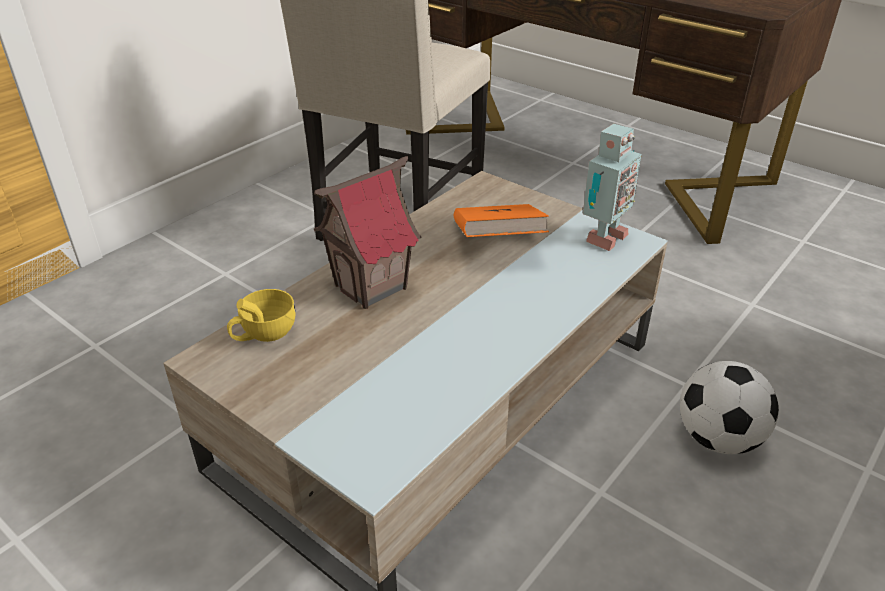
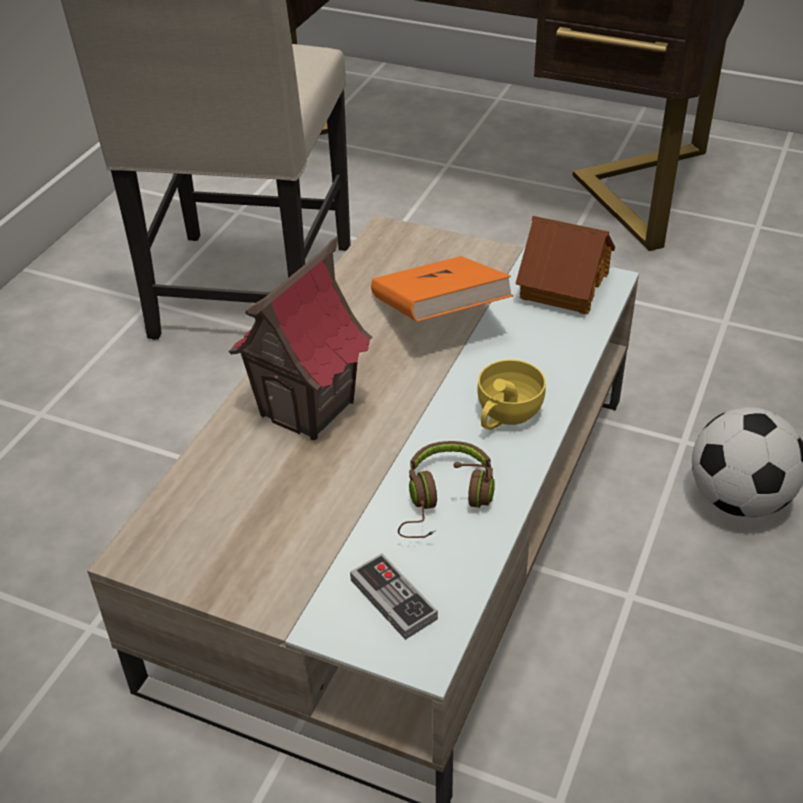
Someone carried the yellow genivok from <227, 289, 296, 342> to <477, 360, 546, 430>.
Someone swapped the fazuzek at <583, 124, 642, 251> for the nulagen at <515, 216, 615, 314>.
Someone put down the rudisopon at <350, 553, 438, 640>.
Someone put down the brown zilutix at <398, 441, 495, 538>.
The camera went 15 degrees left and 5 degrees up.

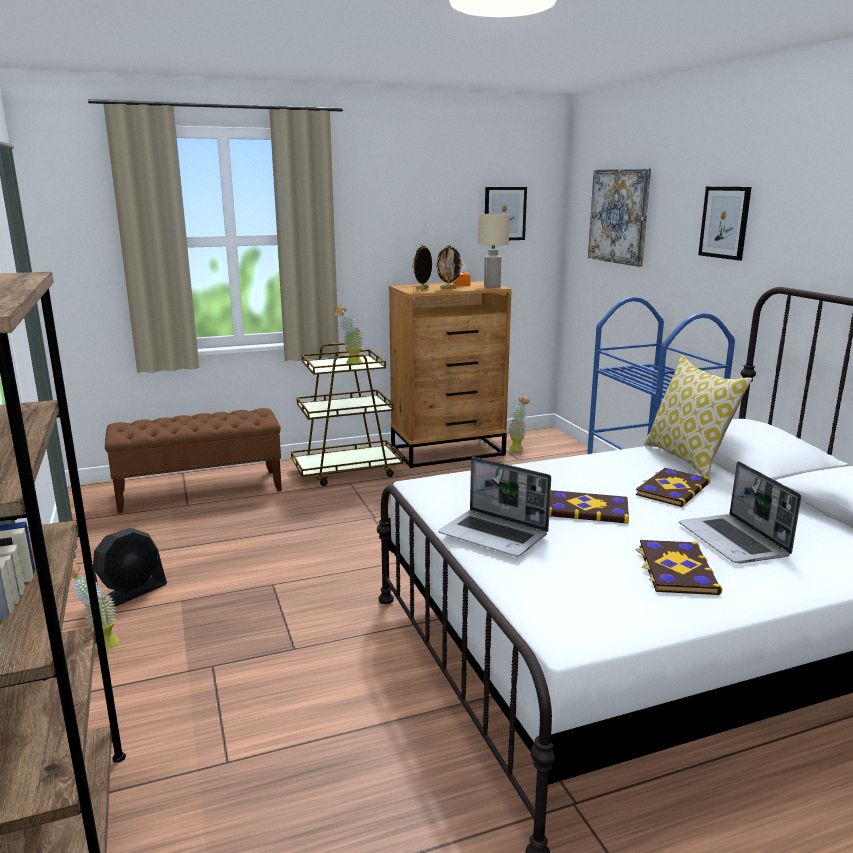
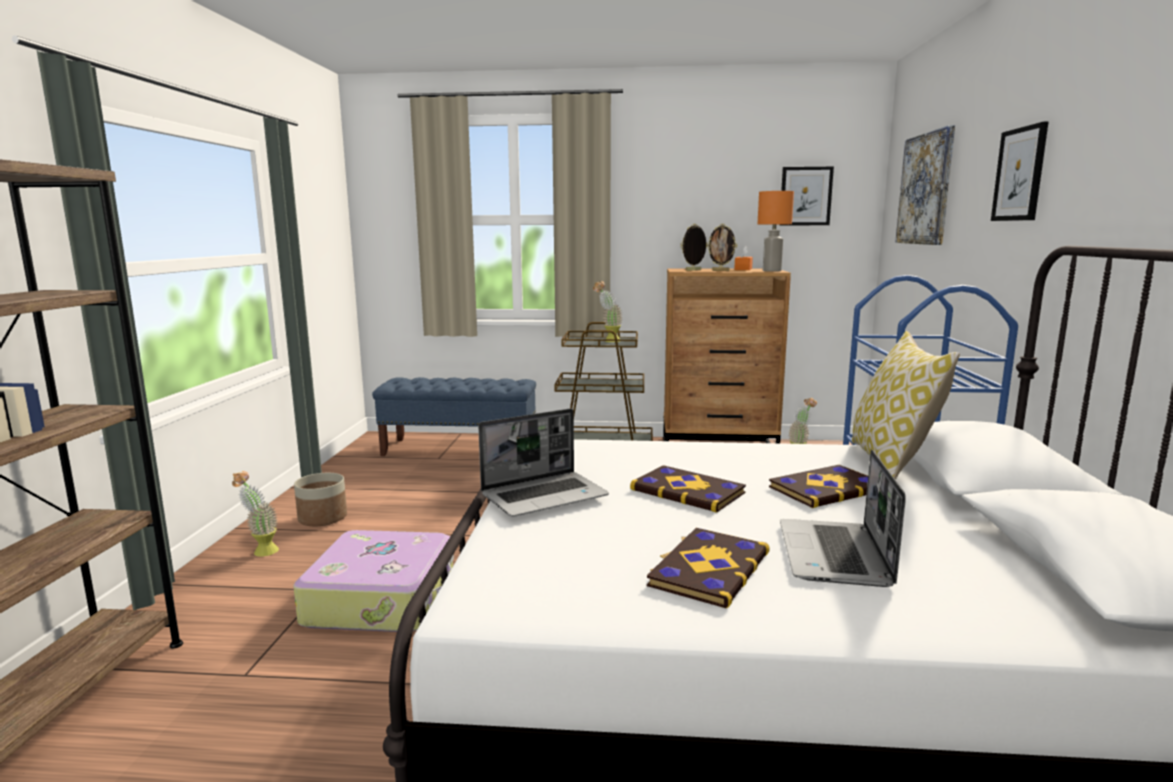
Someone swapped the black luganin at <93, 528, 167, 607> for the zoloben at <294, 473, 347, 526>.
Someone repainted the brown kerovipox at <105, 408, 282, 513>, which became the blue kerovipox at <372, 377, 536, 456>.
Someone rotated the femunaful at <438, 457, 551, 557> by 90 degrees counterclockwise.
Someone repainted the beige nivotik at <478, 214, 510, 288>, which became the orange nivotik at <757, 191, 794, 272>.
Someone put down the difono at <293, 530, 454, 632>.
The camera went 25 degrees right and 5 degrees down.

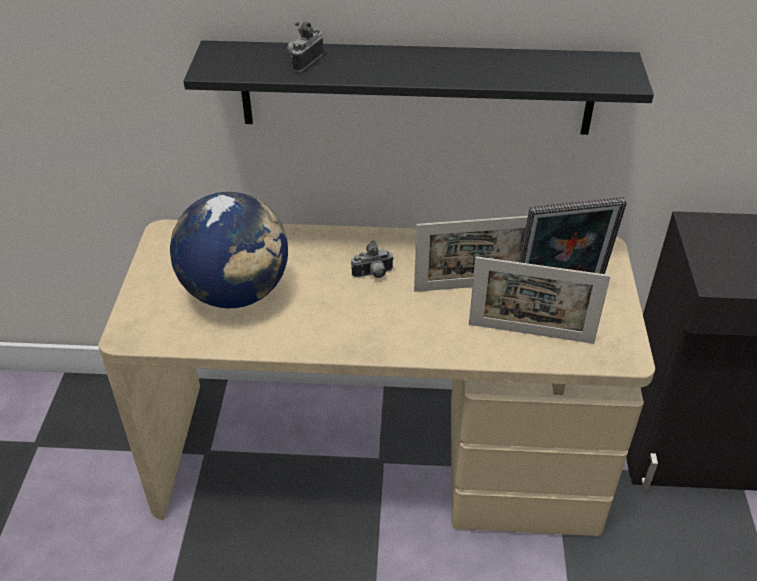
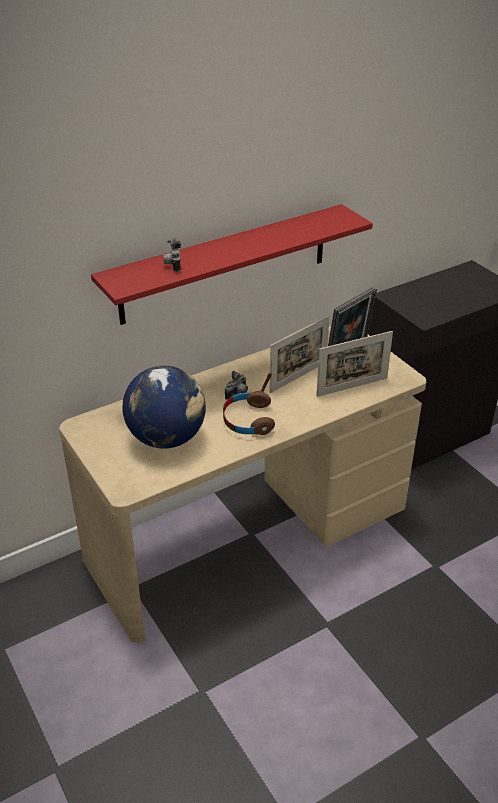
Someone repainted the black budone at <184, 40, 654, 135>, which became the red budone at <91, 204, 373, 325>.
Someone put down the brown zilutix at <223, 373, 275, 435>.
The camera went 35 degrees left and 5 degrees down.

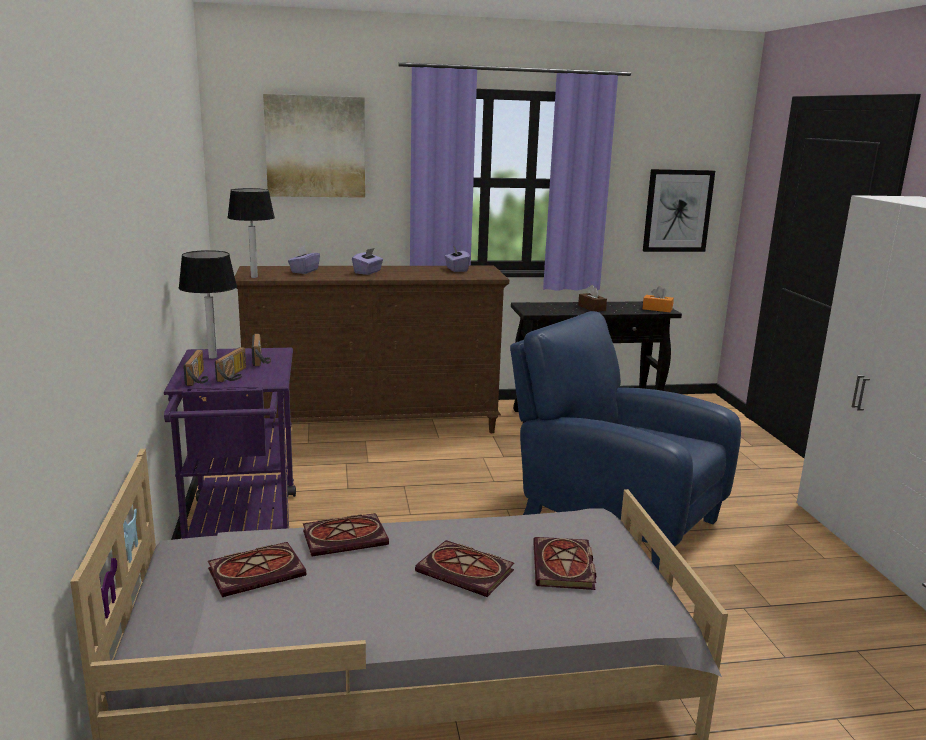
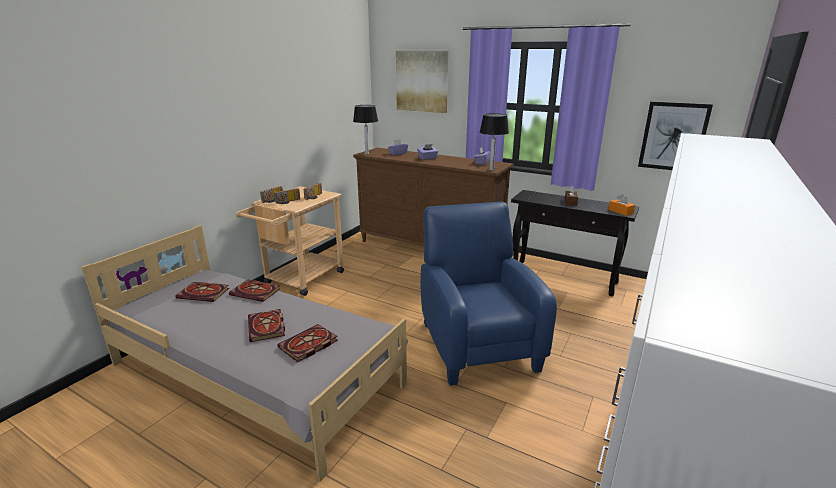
Someone repainted the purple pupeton at <164, 348, 296, 539>, which became the beige pupeton at <235, 186, 344, 296>.
Someone carried the nivotik from <178, 250, 237, 359> to <480, 113, 509, 171>.
The camera went 40 degrees right and 5 degrees up.

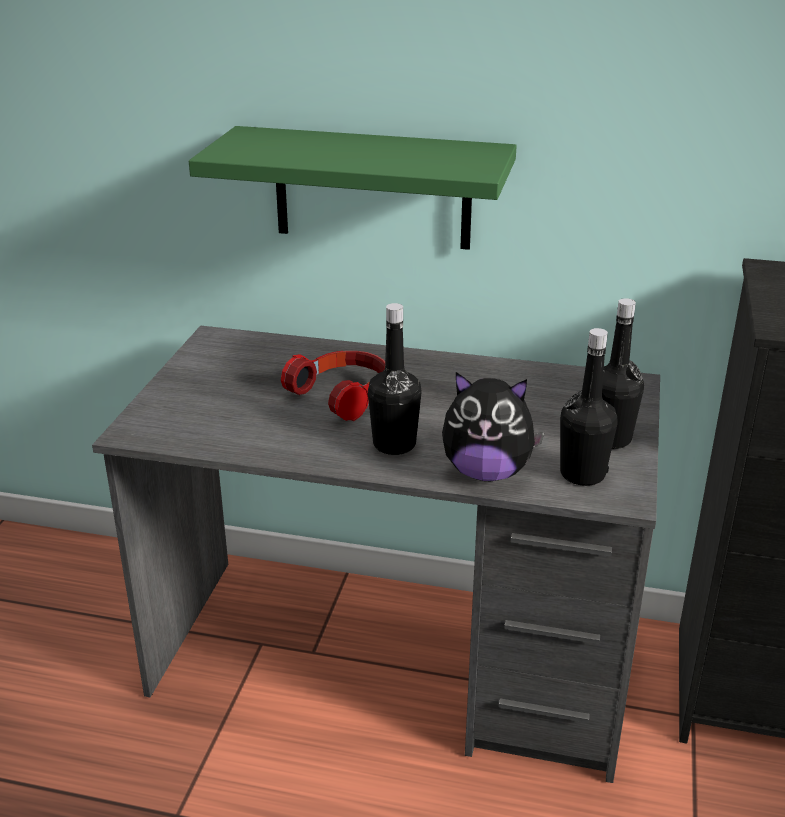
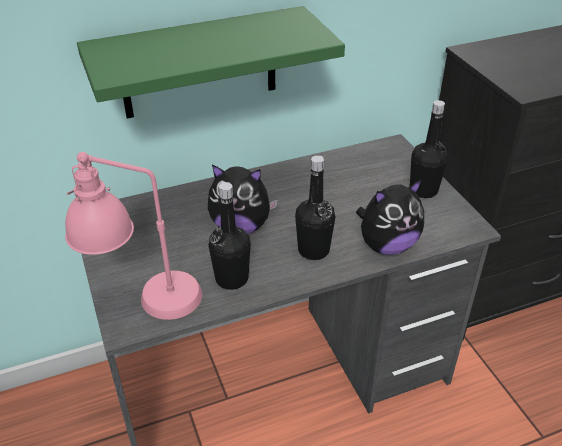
Someone swapped the zilutix at <281, 351, 385, 422> for the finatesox at <208, 164, 278, 234>.
Someone carried the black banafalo from <560, 328, 618, 486> to <208, 182, 251, 290>.
Someone put down the pink nivotik at <65, 152, 202, 320>.
The camera went 35 degrees left and 10 degrees up.

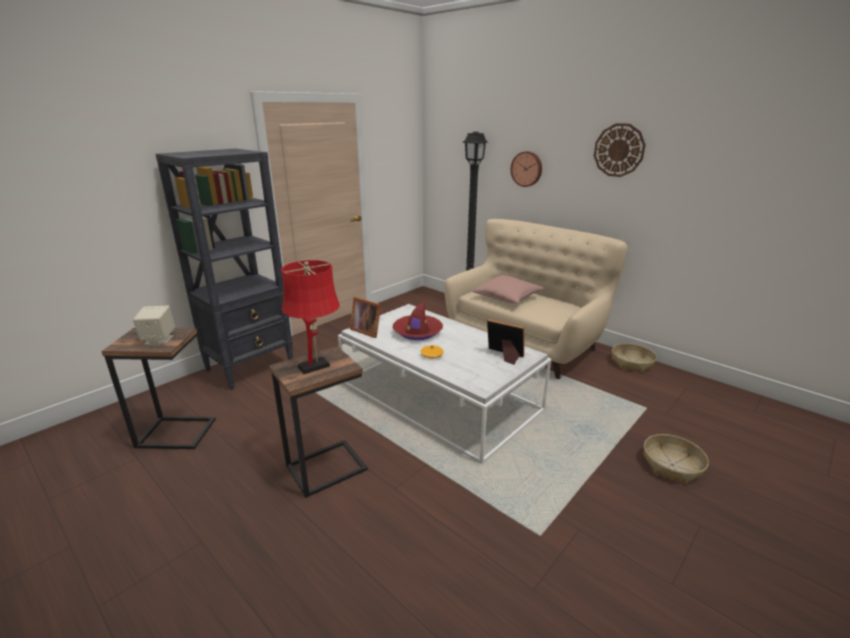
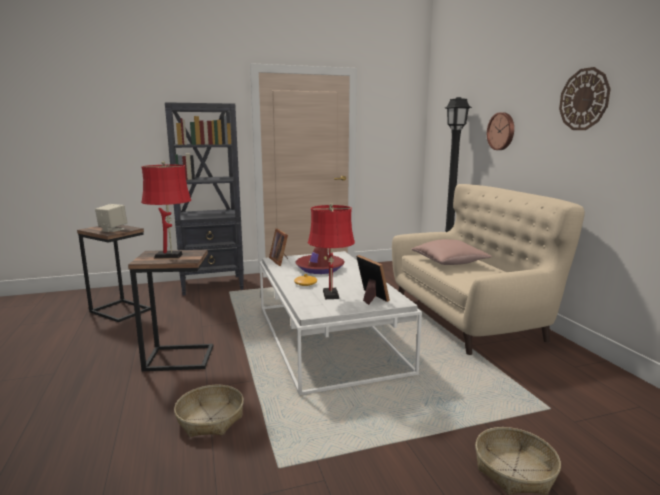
Someone carried the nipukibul from <612, 343, 657, 373> to <174, 385, 244, 437>.
Someone put down the red nivotik at <308, 203, 355, 299>.
The camera went 30 degrees right and 10 degrees down.

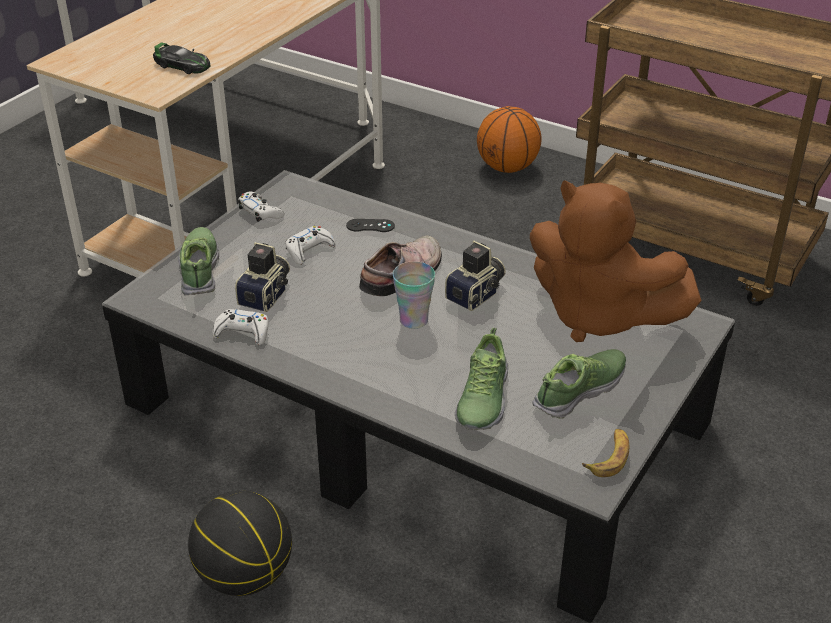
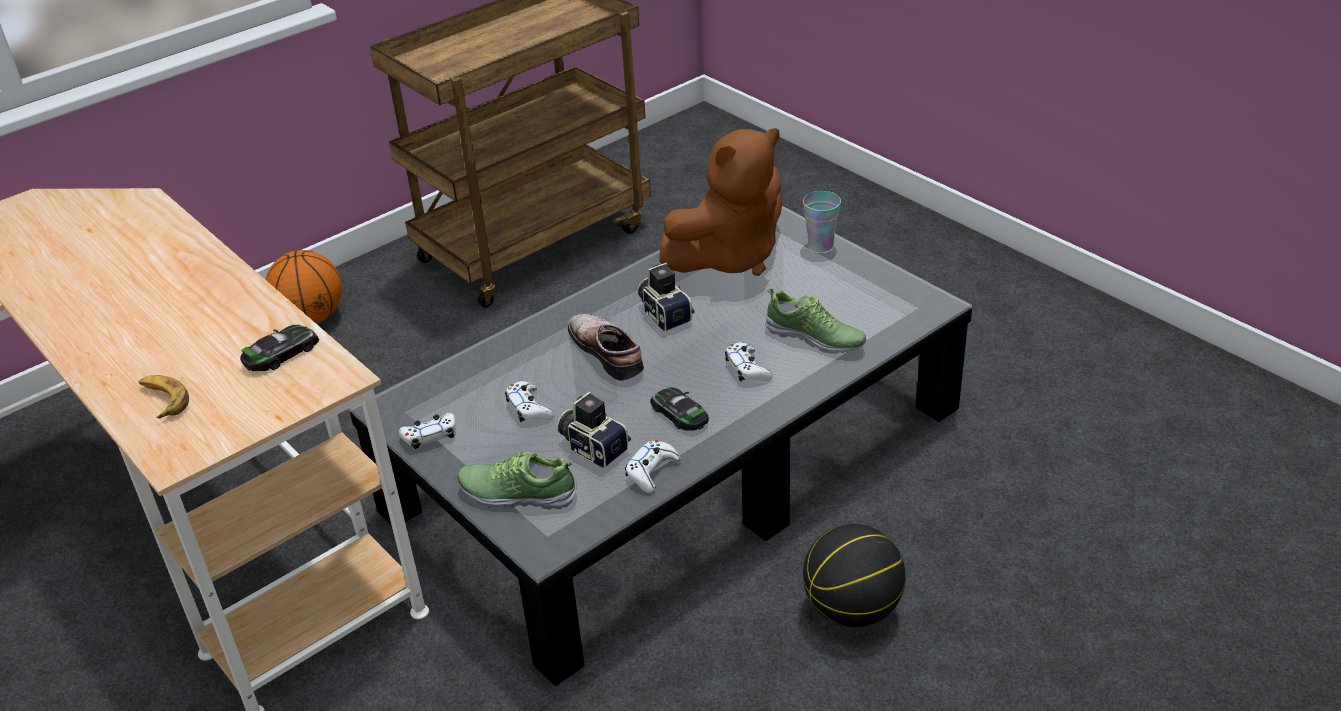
Someone took away the black rudisopon at <346, 219, 395, 232>.
Someone carried the genivok from <393, 261, 435, 329> to <803, 191, 841, 252>.
Someone took away the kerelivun at <533, 349, 626, 419>.
Someone carried the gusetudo from <582, 429, 629, 477> to <139, 375, 189, 419>.
Someone put down the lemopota at <650, 387, 709, 431>.
Someone put down the white rudisopon at <725, 342, 773, 382>.
The camera went 70 degrees left and 0 degrees up.

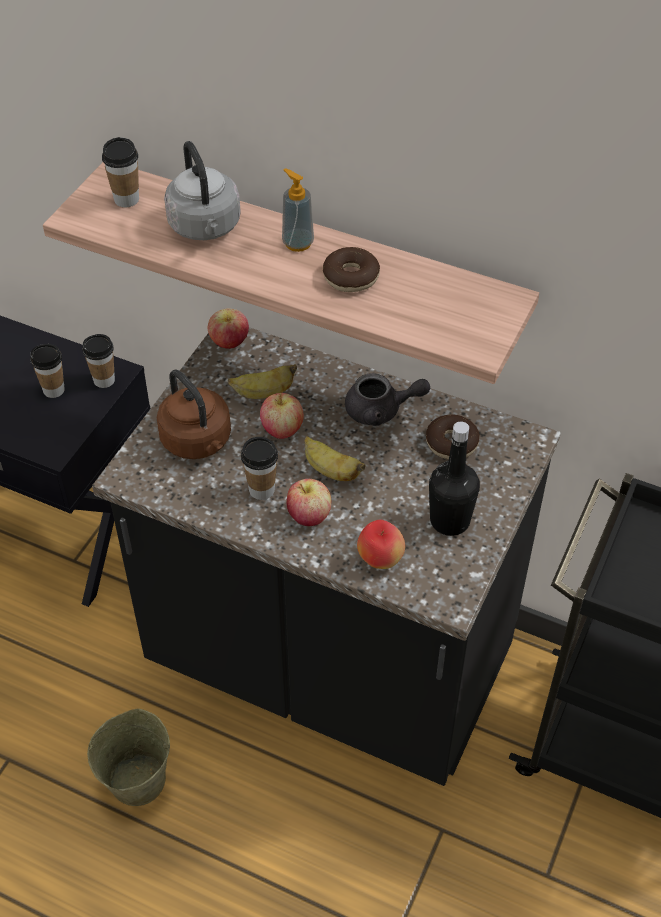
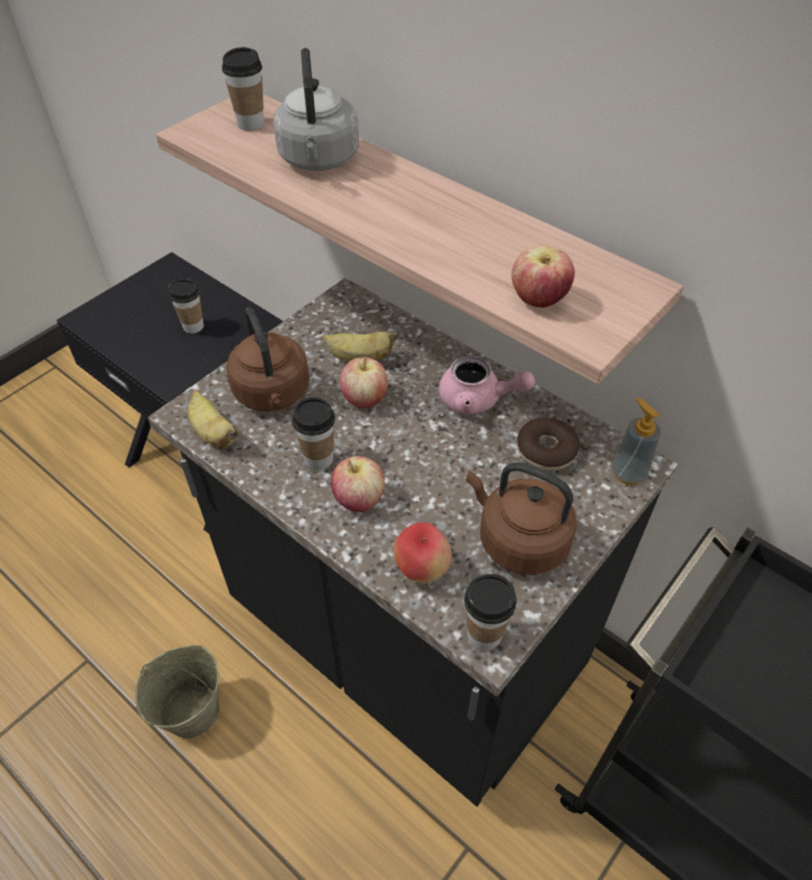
Someone carried the genivok from <82, 334, 115, 388> to <464, 574, 517, 651>.
Someone carried the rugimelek from <208, 308, 249, 349> to <511, 246, 575, 308>.
Someone carried the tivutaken from <282, 168, 314, 252> to <612, 398, 661, 485>.
Someone carried the gusetudo from <305, 436, 365, 481> to <187, 390, 238, 447>.
Someone took away the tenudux at <323, 247, 380, 292>.
Someone repainted the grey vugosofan at <345, 373, 430, 426>, which became the pink vugosofan at <439, 356, 535, 415>.
Someone swapped the black banafalo at <429, 421, 480, 536> for the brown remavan at <466, 462, 577, 575>.
The camera went 15 degrees right and 0 degrees up.

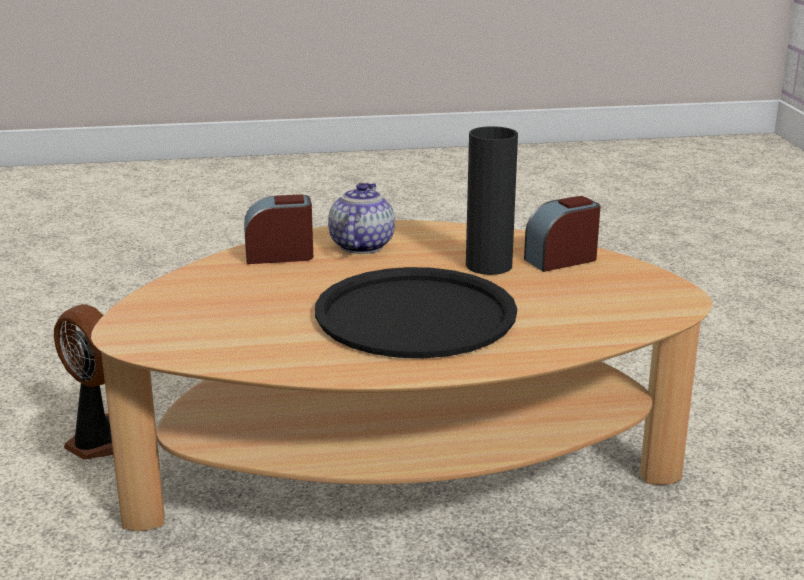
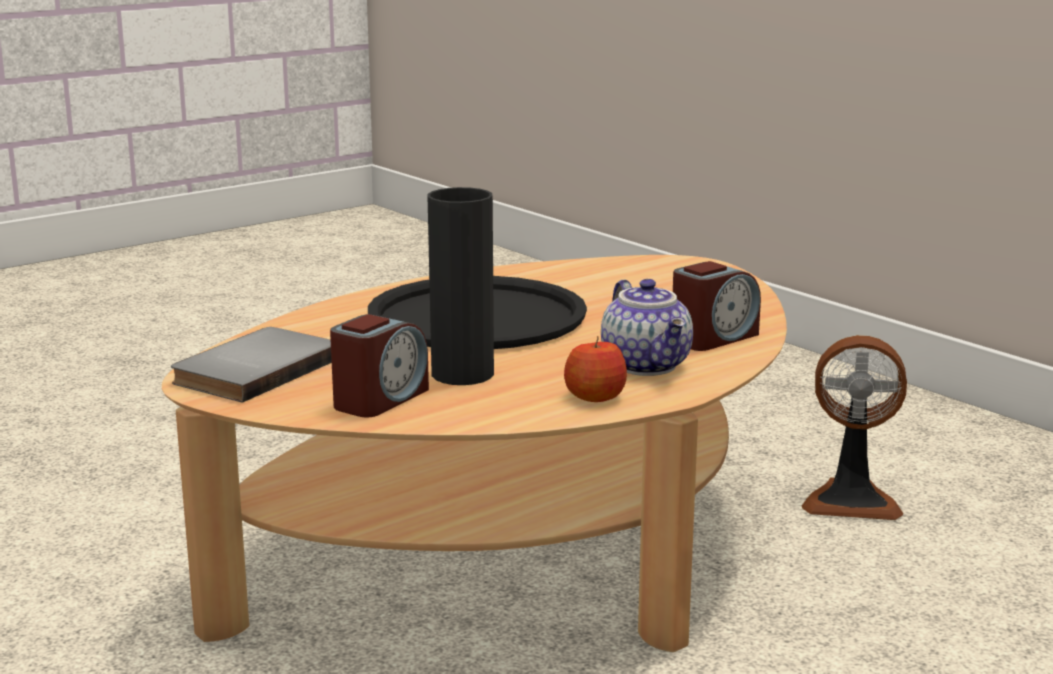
Someone put down the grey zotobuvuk at <171, 327, 332, 402>.
Someone put down the rugimelek at <564, 336, 627, 402>.
The camera went 150 degrees right and 5 degrees down.

